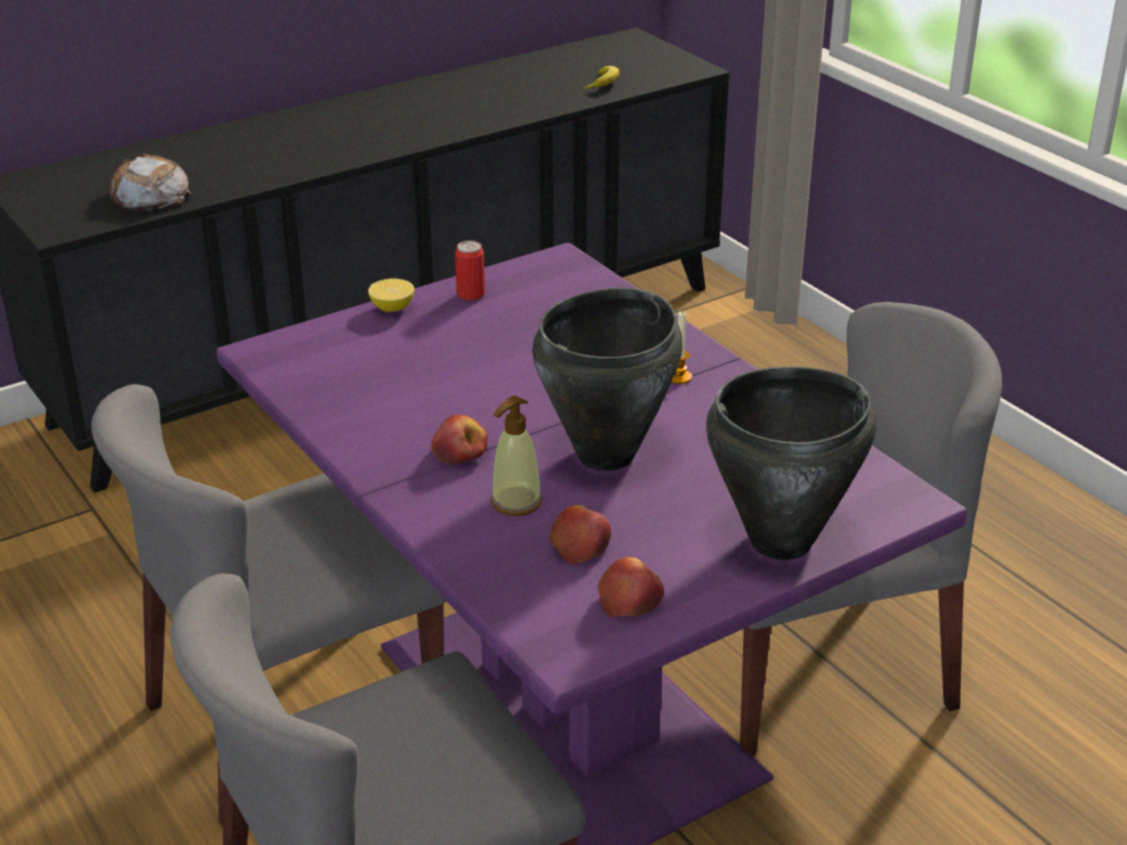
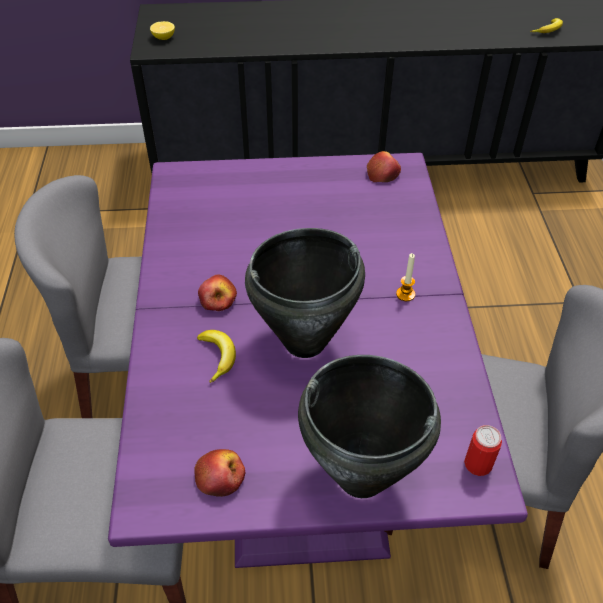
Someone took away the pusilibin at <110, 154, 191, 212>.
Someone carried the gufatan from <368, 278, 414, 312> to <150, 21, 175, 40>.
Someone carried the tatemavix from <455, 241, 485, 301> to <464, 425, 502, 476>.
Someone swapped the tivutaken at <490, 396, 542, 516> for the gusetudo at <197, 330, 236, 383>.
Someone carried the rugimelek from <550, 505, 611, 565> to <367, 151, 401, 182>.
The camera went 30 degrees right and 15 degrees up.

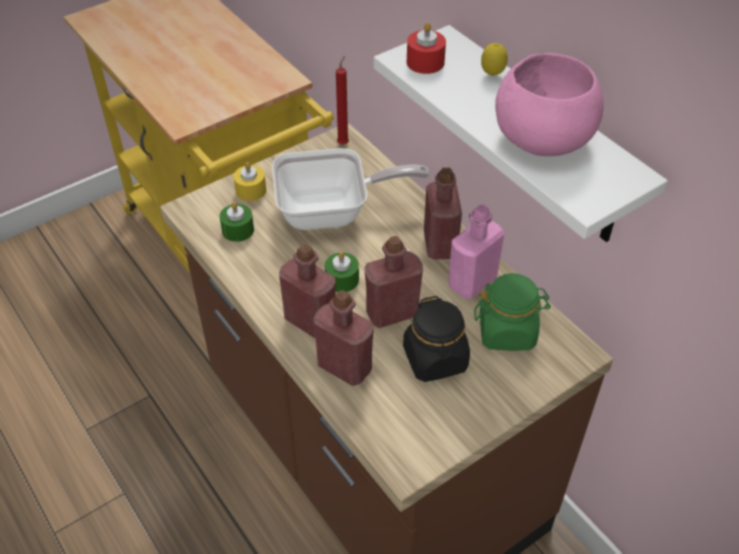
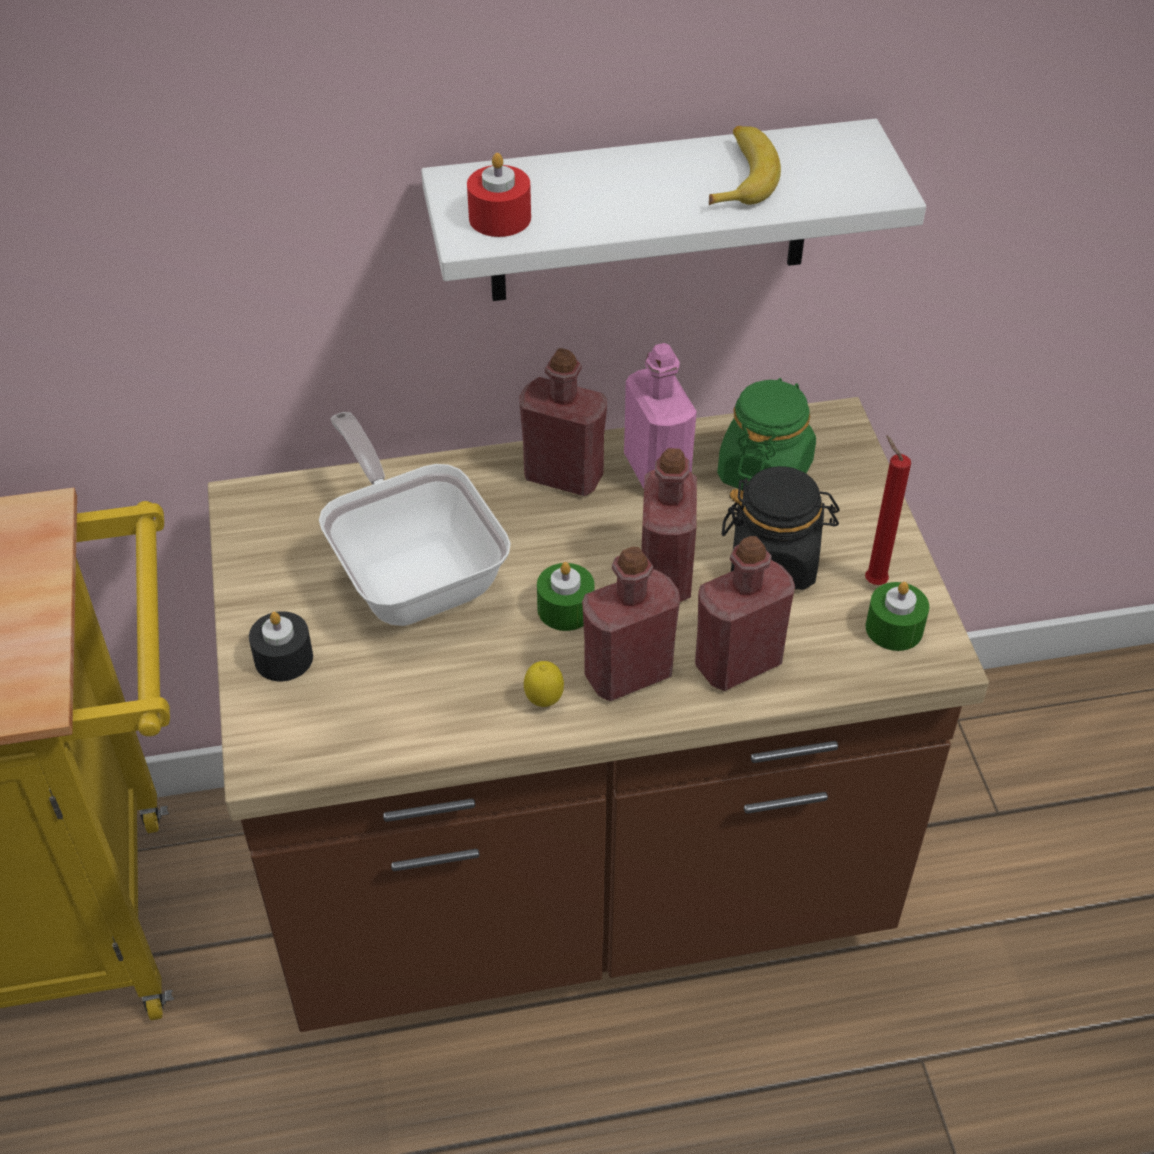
Someone carried the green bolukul from <220, 202, 254, 242> to <866, 582, 929, 651>.
Someone repainted the yellow bolukul at <233, 162, 266, 201>, which became the black bolukul at <249, 611, 313, 681>.
Someone rotated the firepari at <272, 148, 429, 230> by 45 degrees counterclockwise.
Someone carried the red bolukul from <336, 55, 349, 145> to <865, 435, 911, 585>.
Someone carried the gufatan from <481, 43, 508, 76> to <524, 661, 564, 707>.
Someone swapped the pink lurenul at <495, 53, 604, 156> for the gusetudo at <709, 126, 781, 205>.
The camera went 65 degrees left and 0 degrees up.

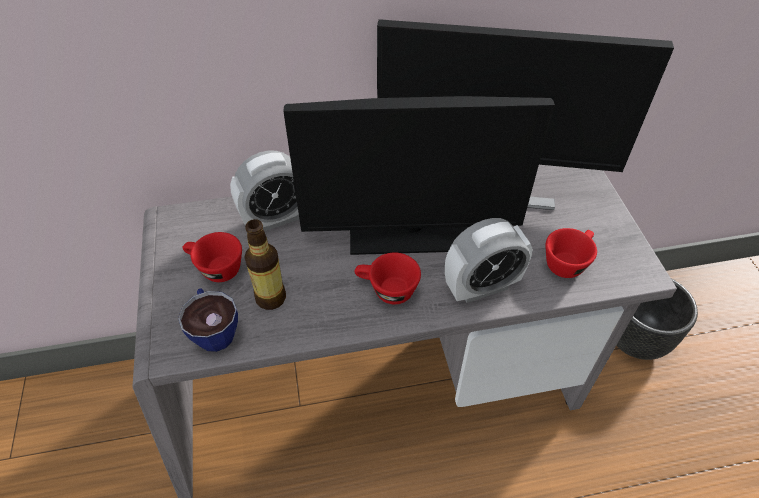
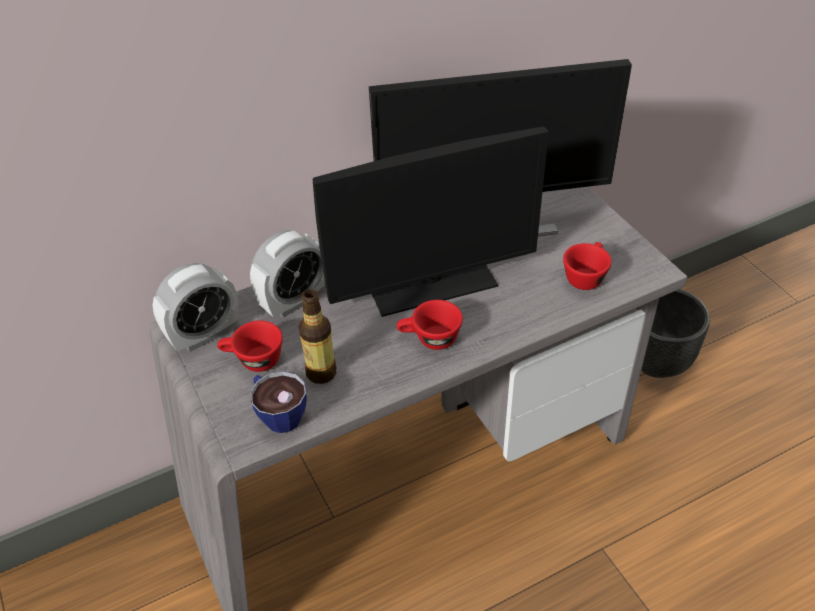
Someone carried the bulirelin from <445, 218, 533, 303> to <153, 263, 239, 352>.
The camera went 15 degrees left and 5 degrees down.

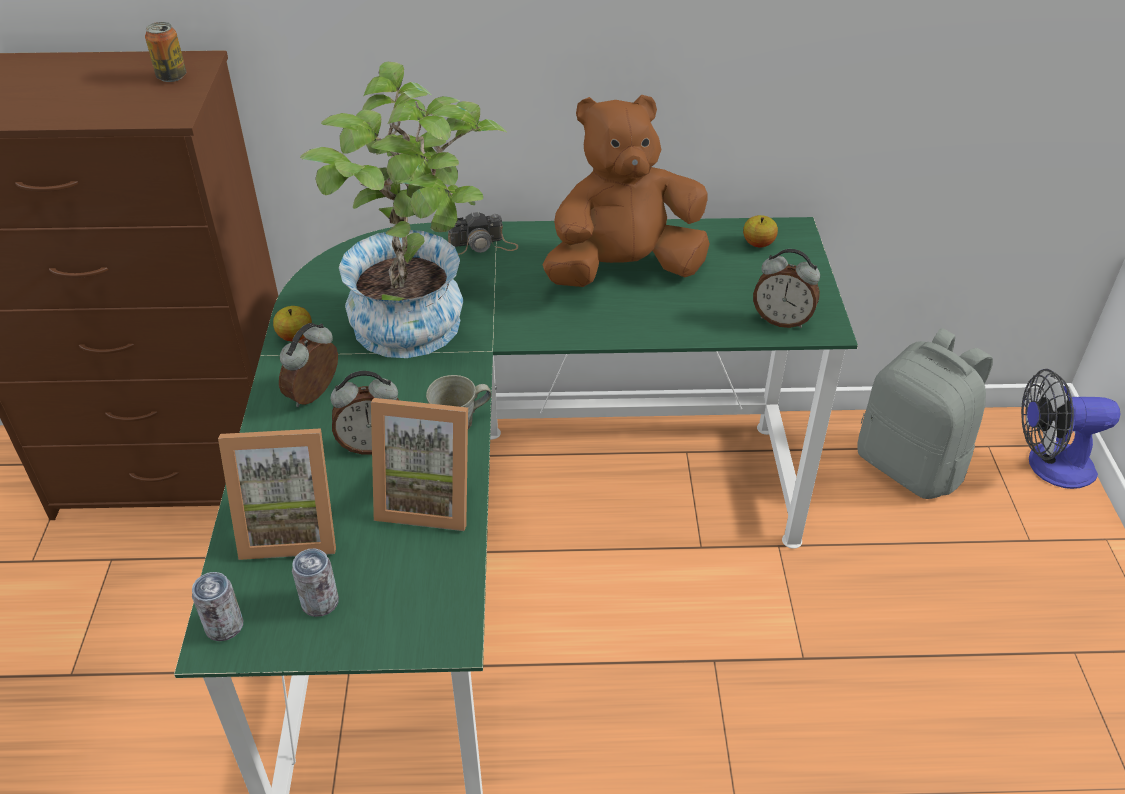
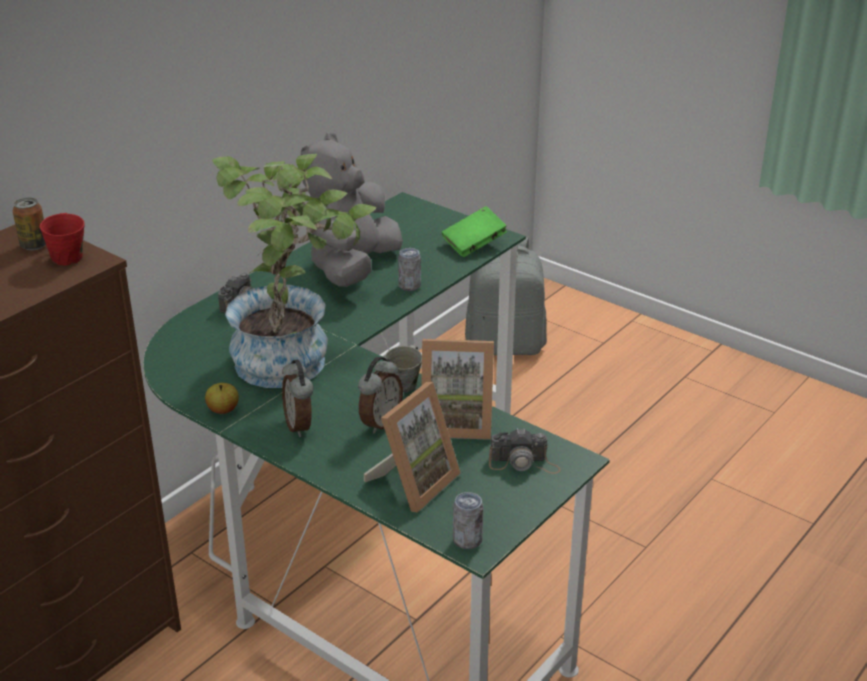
Someone carried the tatemavix from <292, 548, 339, 617> to <398, 248, 421, 291>.
Someone rotated the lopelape at <371, 398, 468, 531> by 45 degrees clockwise.
Someone repainted the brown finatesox at <543, 95, 710, 287>, which became the grey finatesox at <301, 132, 403, 287>.
Someone took away the rugimelek at <743, 215, 778, 248>.
Someone swapped the bulirelin at <753, 249, 820, 328> for the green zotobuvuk at <442, 206, 507, 257>.
Someone took away the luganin at <1021, 369, 1120, 489>.
Someone put down the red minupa at <40, 213, 84, 265>.
Someone put down the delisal at <489, 428, 561, 474>.
The camera went 50 degrees left and 10 degrees down.

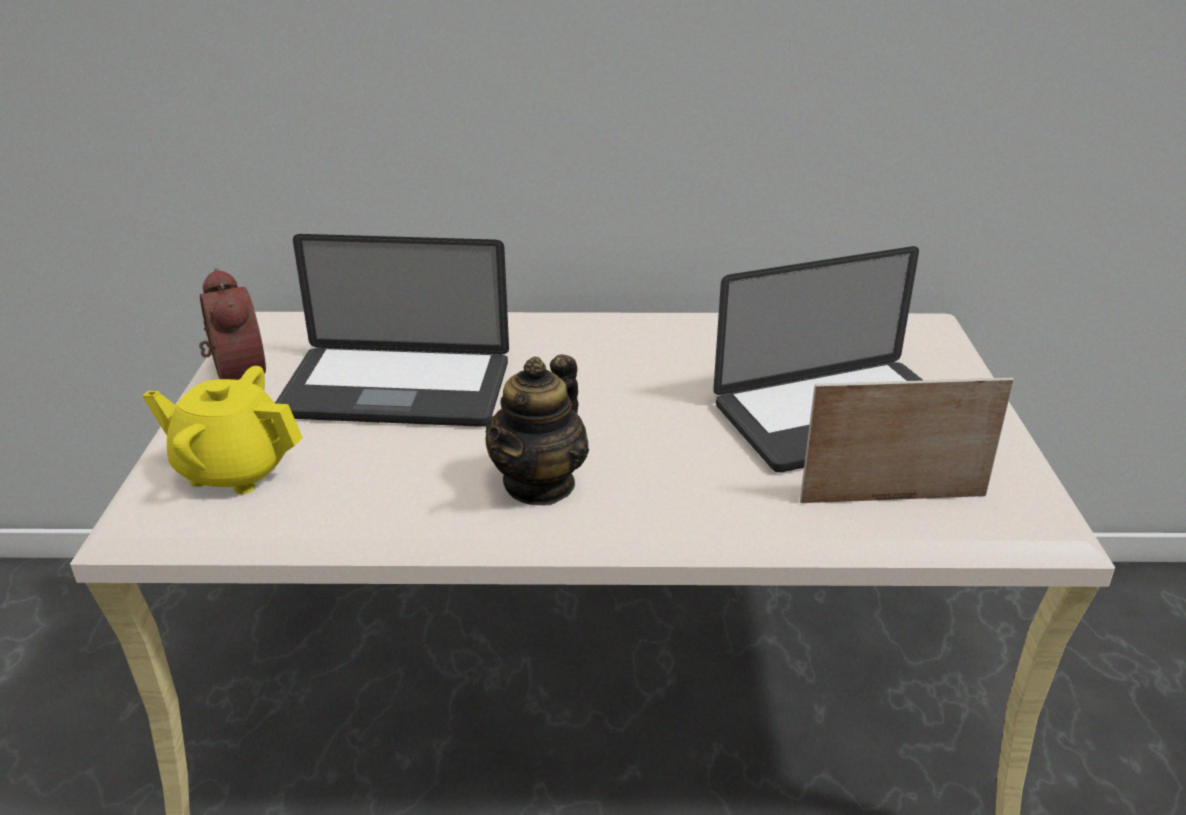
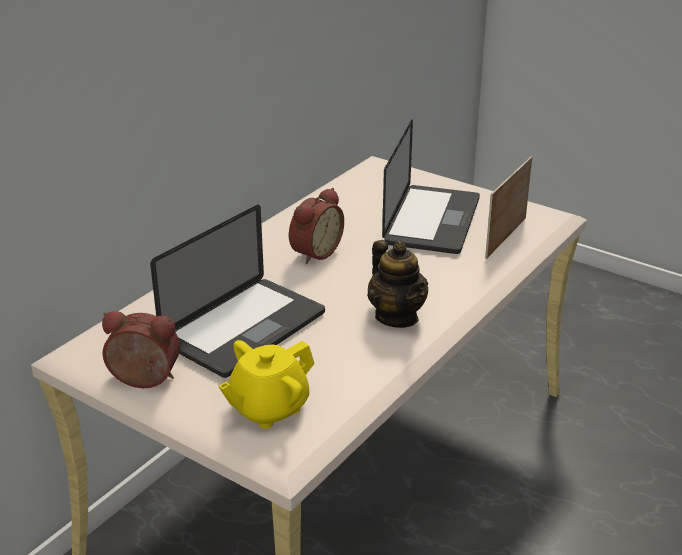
Someone put down the bulirelin at <289, 188, 344, 264>.
The camera went 55 degrees left and 0 degrees up.

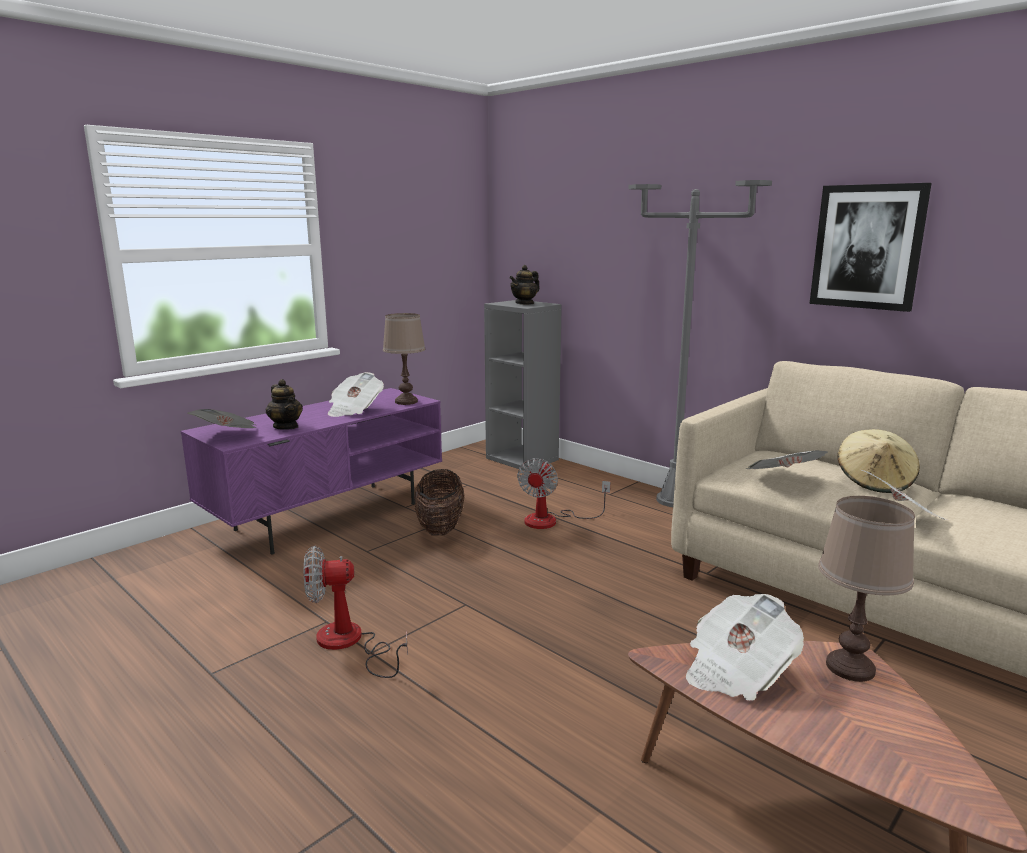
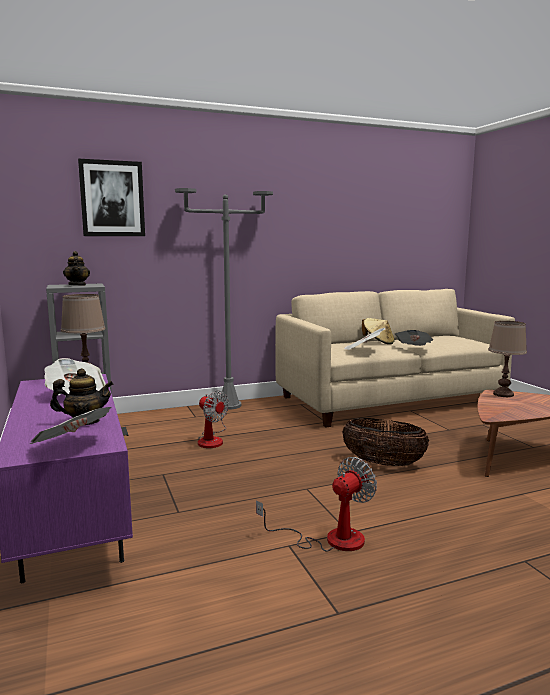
Someone rotated the luganin at <304, 546, 408, 678> by 150 degrees counterclockwise.
Someone carried the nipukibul from <414, 469, 465, 536> to <342, 418, 429, 466>.
Someone took away the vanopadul at <686, 594, 804, 701>.
Someone carried the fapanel from <809, 183, 932, 312> to <78, 159, 145, 236>.
The camera went 65 degrees left and 5 degrees down.

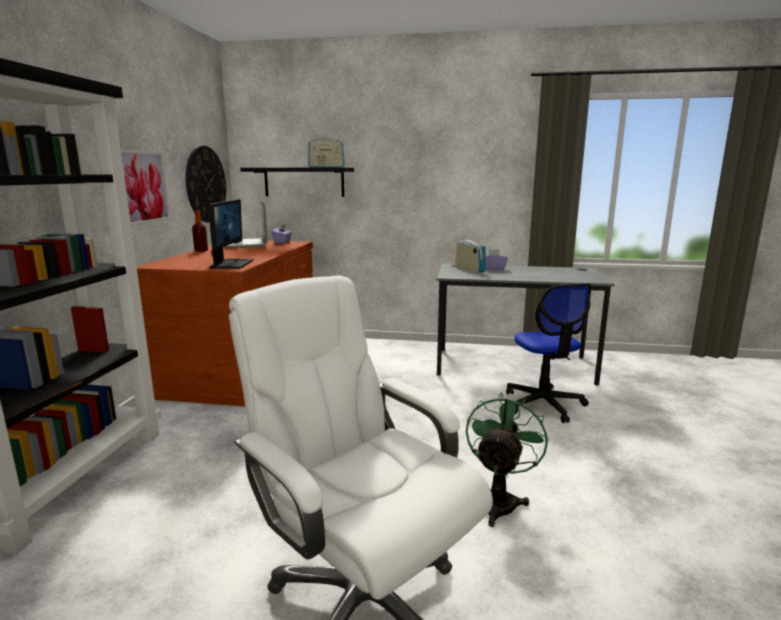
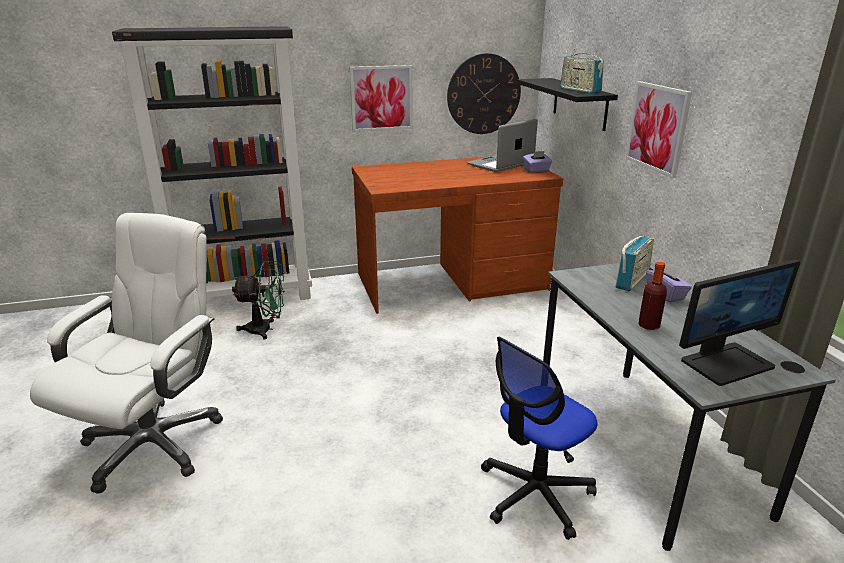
Someone carried the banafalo from <192, 211, 208, 252> to <638, 262, 667, 330>.
Someone carried the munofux from <209, 199, 254, 269> to <679, 259, 800, 386>.
Someone carried the green luganin from <466, 393, 549, 527> to <232, 261, 285, 340>.
Someone put up the fapanel at <625, 81, 692, 178>.
The camera went 65 degrees right and 10 degrees up.

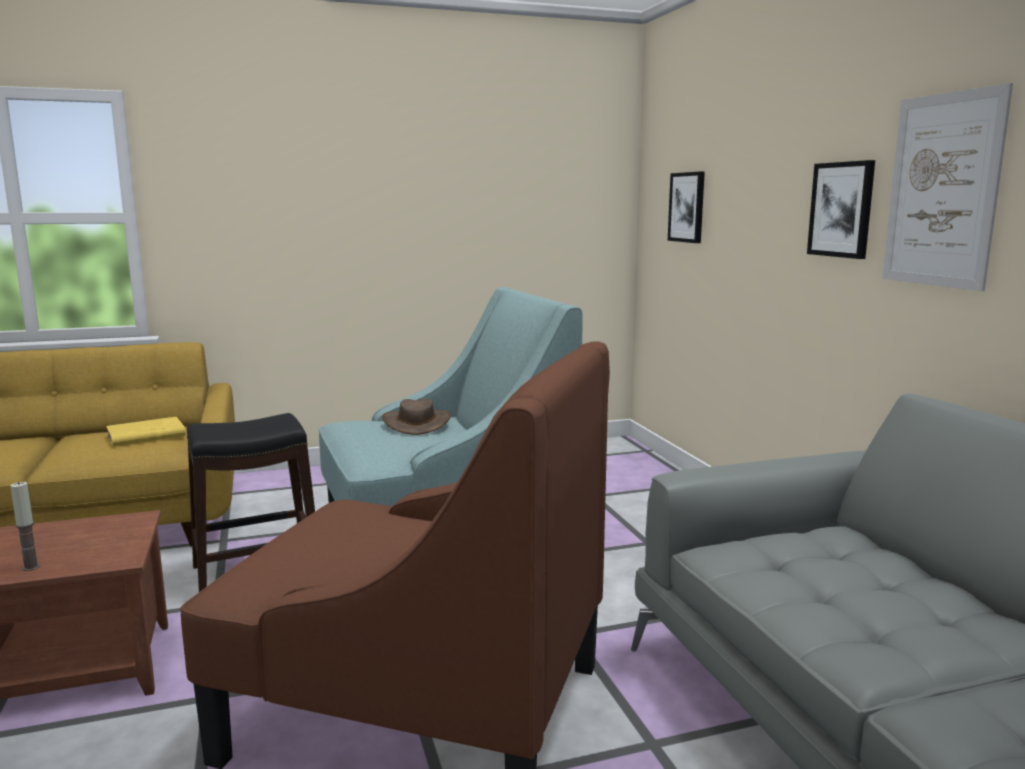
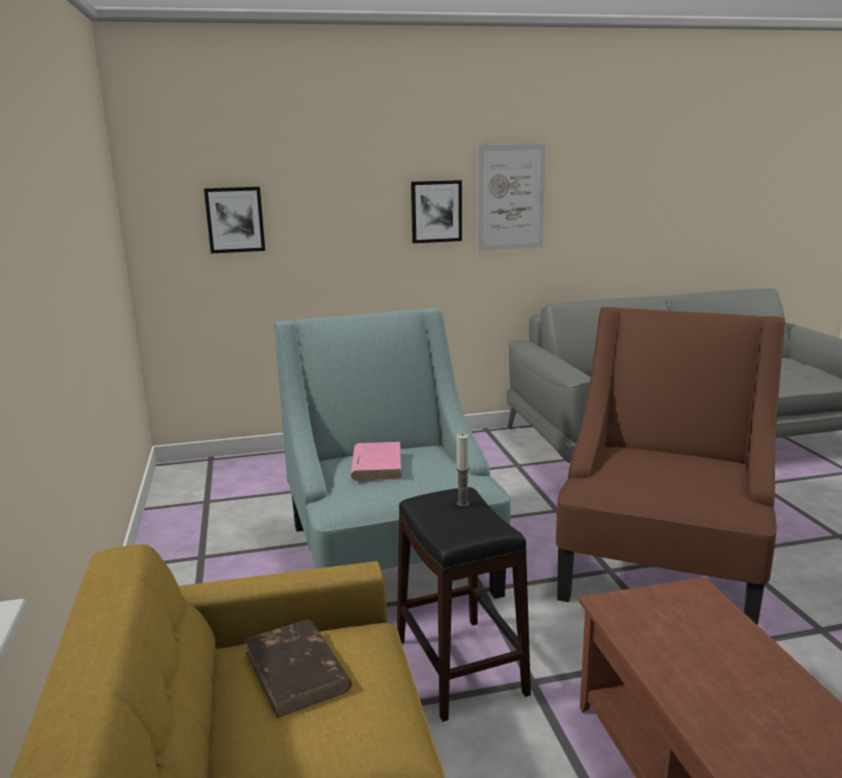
Someone carried the bolukul from <10, 481, 40, 571> to <456, 434, 469, 507>.
Someone repainted the yellow zotobuvuk at <106, 417, 186, 447>, which became the brown zotobuvuk at <244, 620, 352, 718>.
Someone swapped the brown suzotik at <382, 398, 451, 435> for the pink zotobuvuk at <351, 442, 401, 481>.
The camera went 85 degrees left and 5 degrees up.

